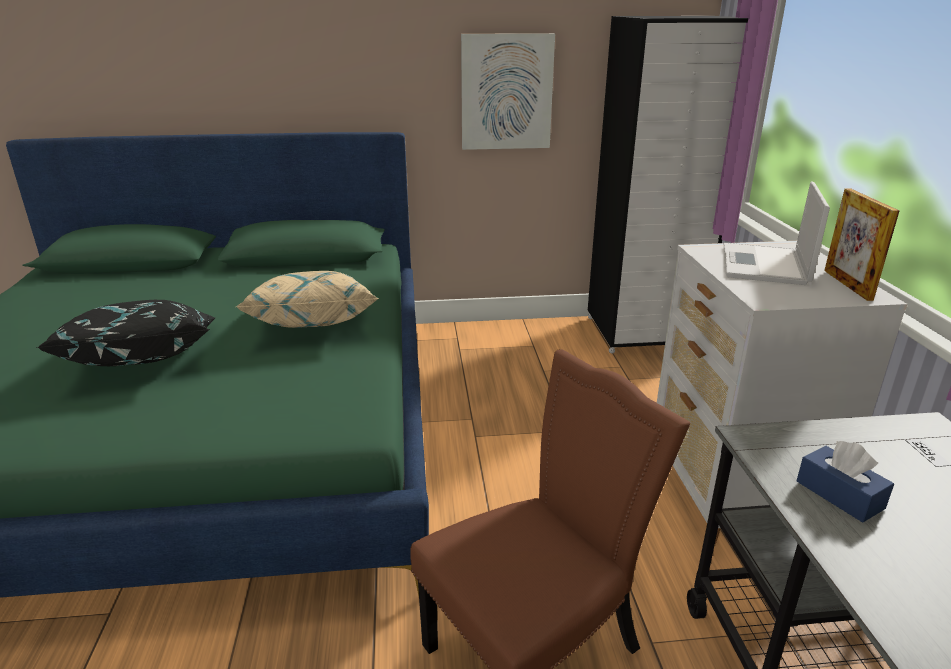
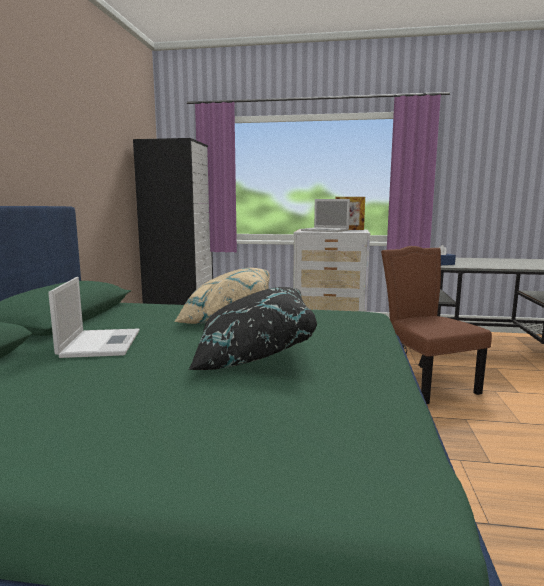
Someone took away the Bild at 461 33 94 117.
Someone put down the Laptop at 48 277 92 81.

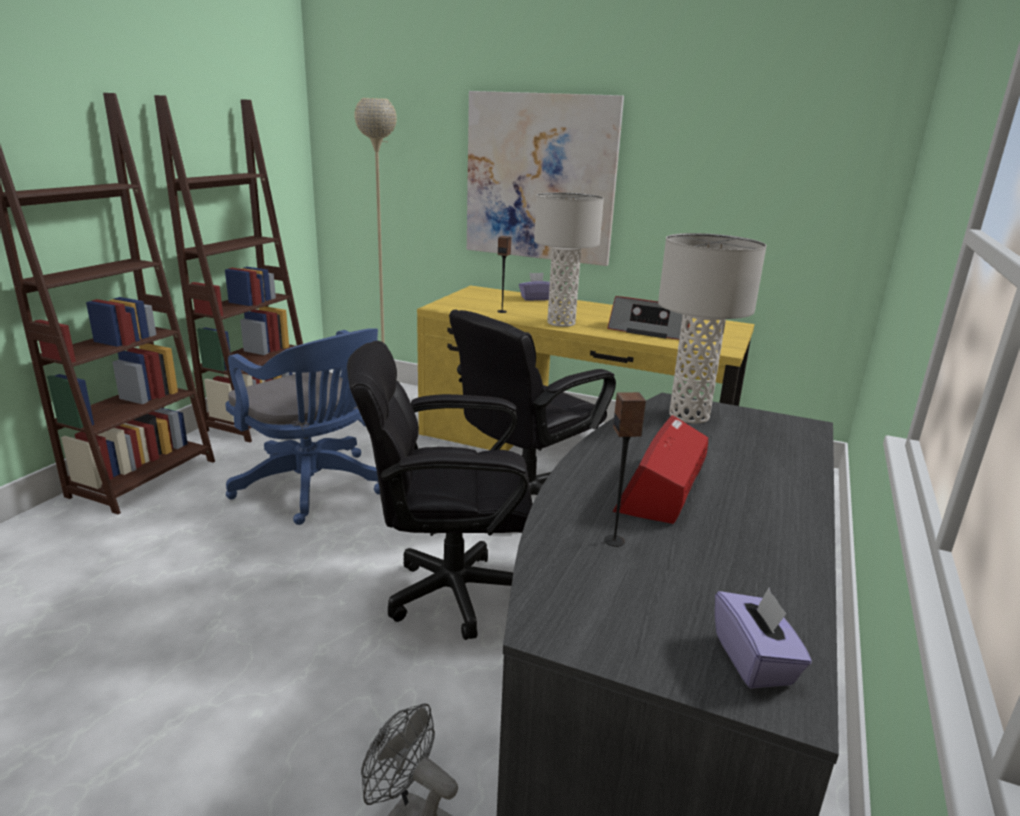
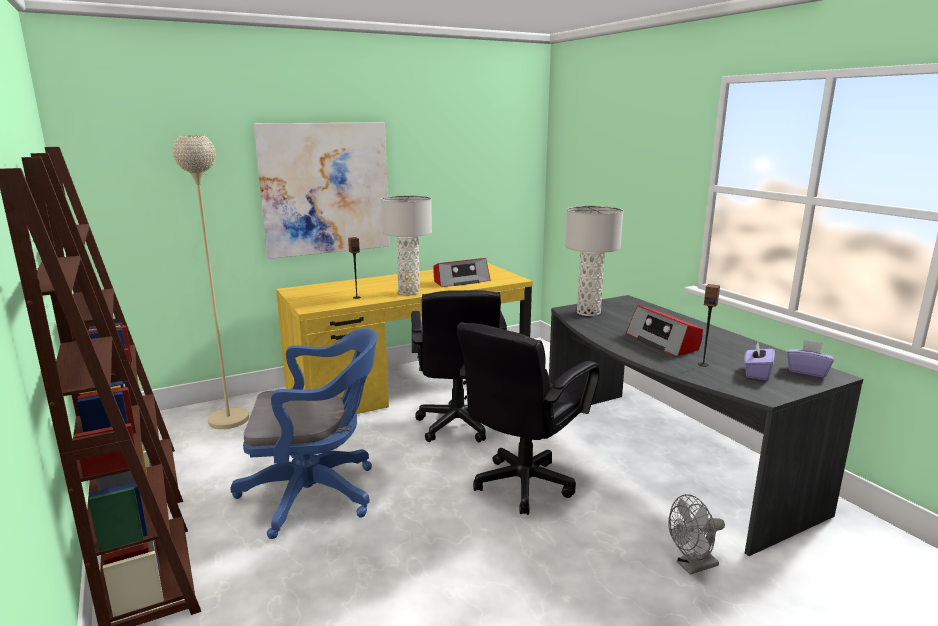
Someone carried the Taschentuchbox [lila] from 519 273 36 28 to 744 342 31 38.

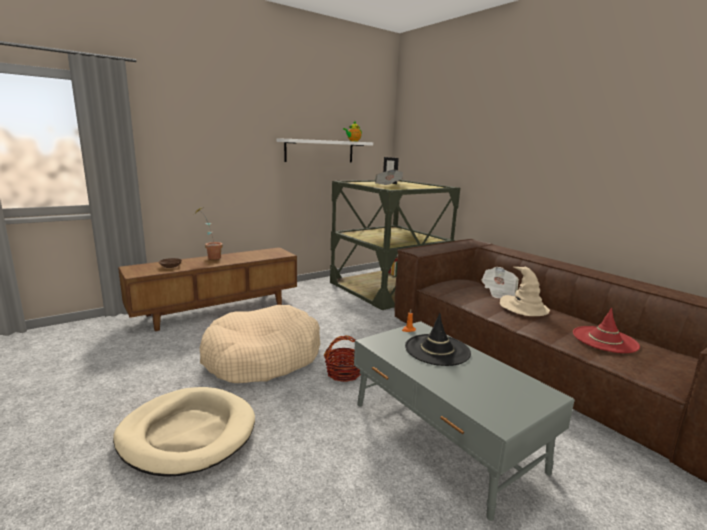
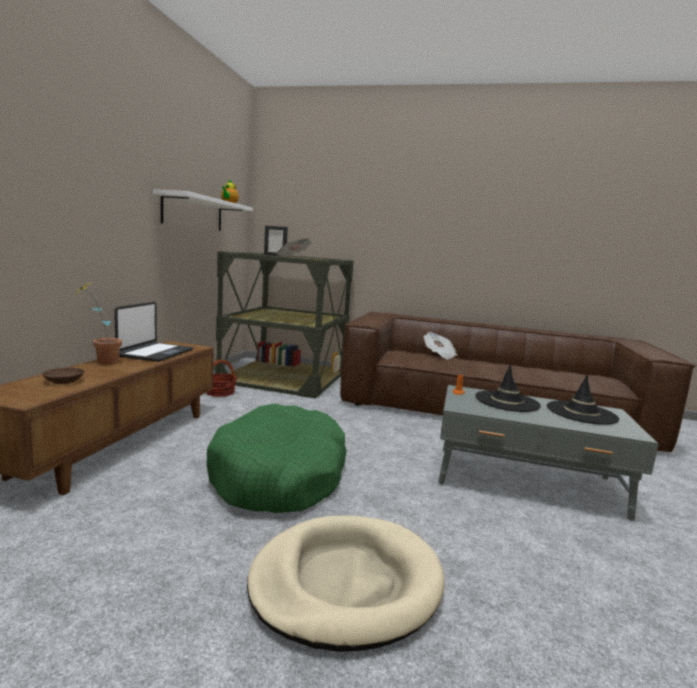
Someone repainted the Hundebett [beige] at 199 305 122 78, which became the Hundebett [grün] at 207 403 140 110.
Someone carried the Korb from 324 336 37 46 to 206 359 31 38.
Someone took away the Hut [beige] at 500 267 50 49.
Someone took away the Hut [rot] at 573 307 67 46.
Someone put down the Laptop at 114 302 79 60.
Someone put down the Hut [schwarz] at 547 374 72 51.

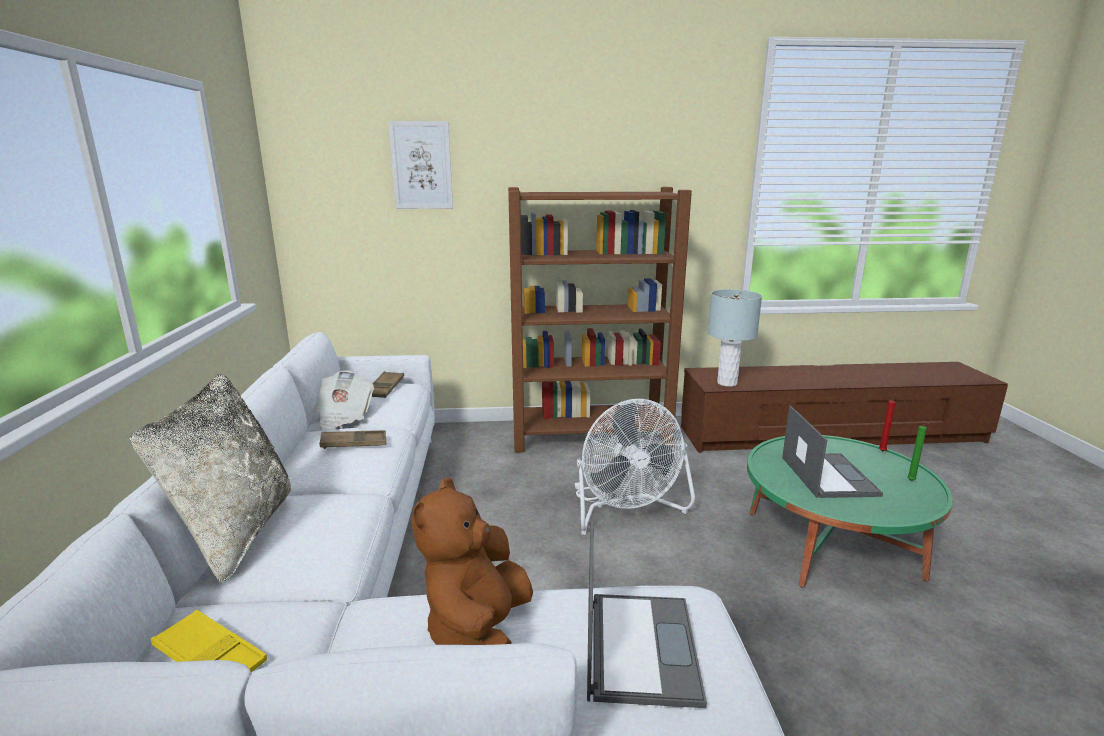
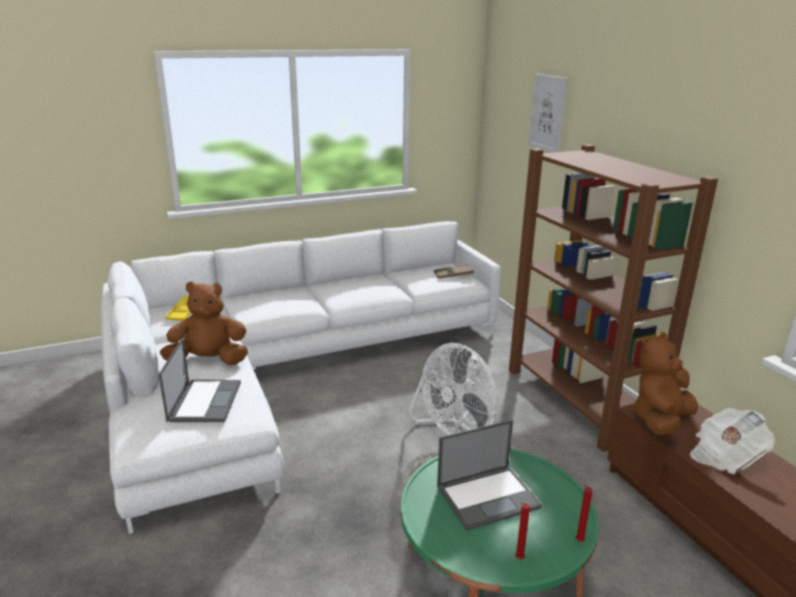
Someone took away the Kissen [beige] at 129 374 162 208.
Someone carried the Zeitung from 312 370 62 59 to 690 408 85 66.
Someone took away the Tablett [braun] at 319 430 67 19.
Someone rotated the Laptop at 587 521 120 187 by 75 degrees counterclockwise.
Someone swapped the Tischlampe [grau] at 708 289 54 98 for the Plüschtier [braun] at 633 332 65 103.
Someone repainted the Kerze [grün] at 907 423 22 58, which became the Kerze [rot] at 515 502 15 57.

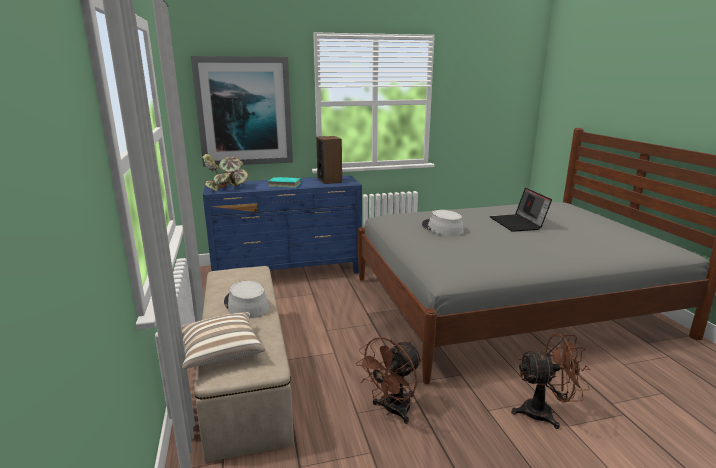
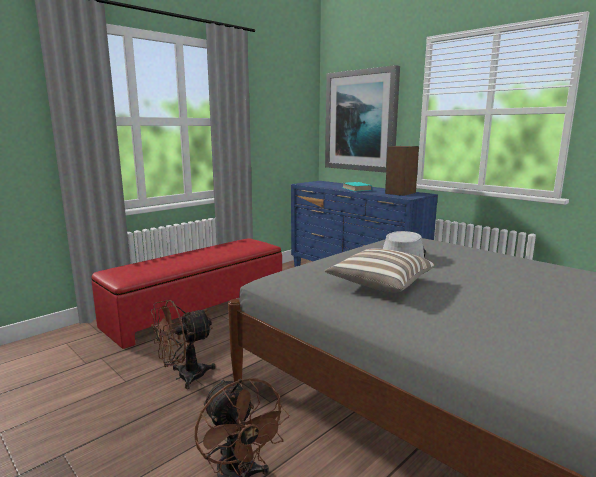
Someone carried the Kissen from 181 312 84 57 to 324 248 110 45.
Someone repainted the Bank [beige] at 194 266 100 196, which became the Bank [rot] at 92 238 190 111.
Someone took away the Topfpflanze at 202 154 47 37.
Someone took away the Hut [grau] at 224 281 45 37.
Someone rotated the Ventilator [braun] at 356 337 66 87 by 45 degrees counterclockwise.
Someone took away the Laptop at 490 188 62 44.

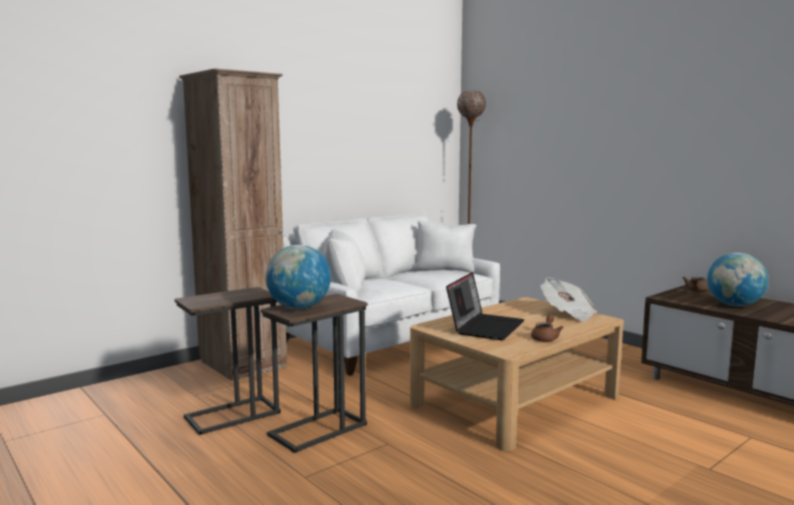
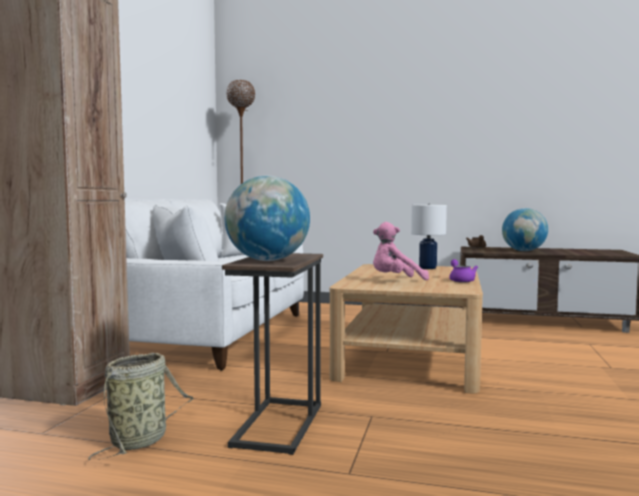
Someone swapped the Beistelltisch [braun] at 175 287 106 148 for the Korb at 88 353 106 107.
Someone swapped the Laptop at 446 272 78 69 for the Plüschtier [rosa] at 373 222 56 58.
Someone repainted the Teekanne [braun] at 531 314 33 28, which became the Teekanne [lila] at 449 259 29 24.
Someone swapped the Zeitung at 541 278 56 44 for the Tischlampe [weiß] at 411 204 36 65.

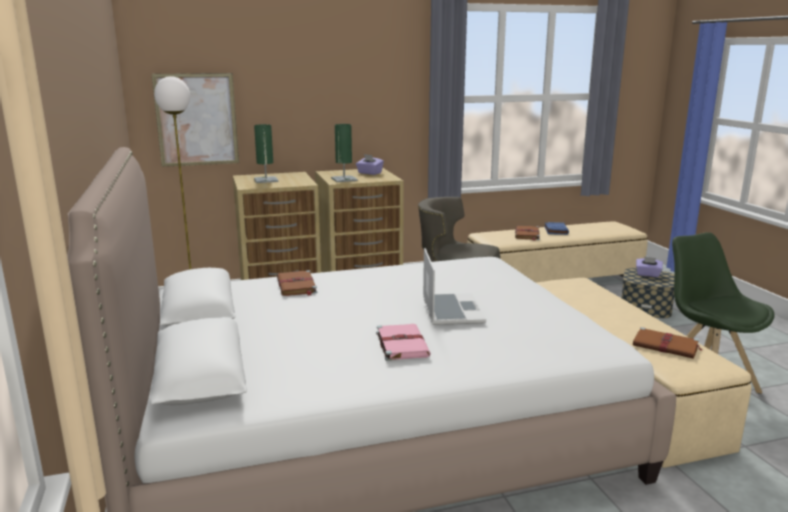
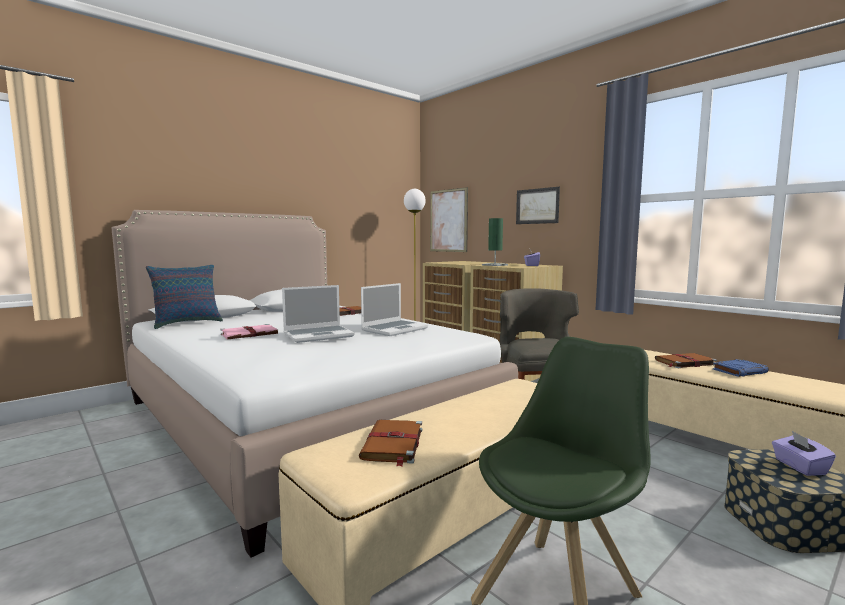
Someone took away the Tischlampe [grün] at 254 124 25 59.
Someone put down the Kissen [blau] at 146 265 77 64.
Someone put down the Laptop at 361 283 67 53.
Someone put up the Bild at 516 187 44 37.

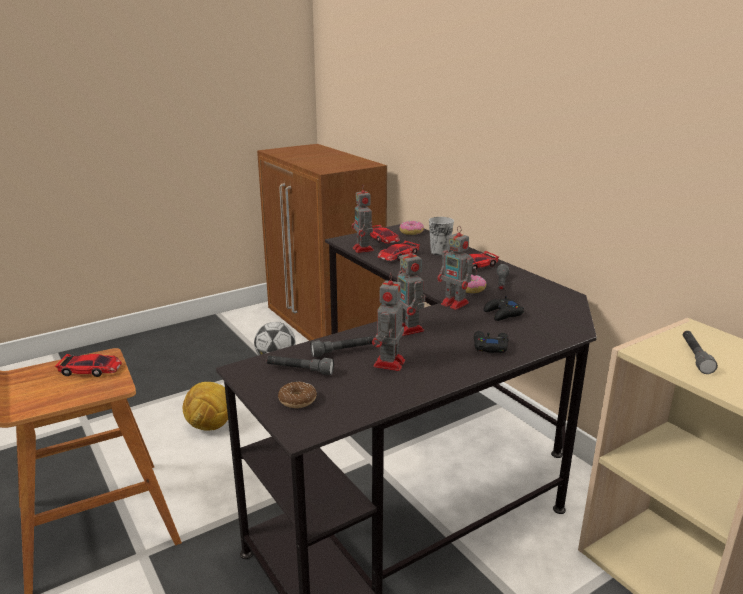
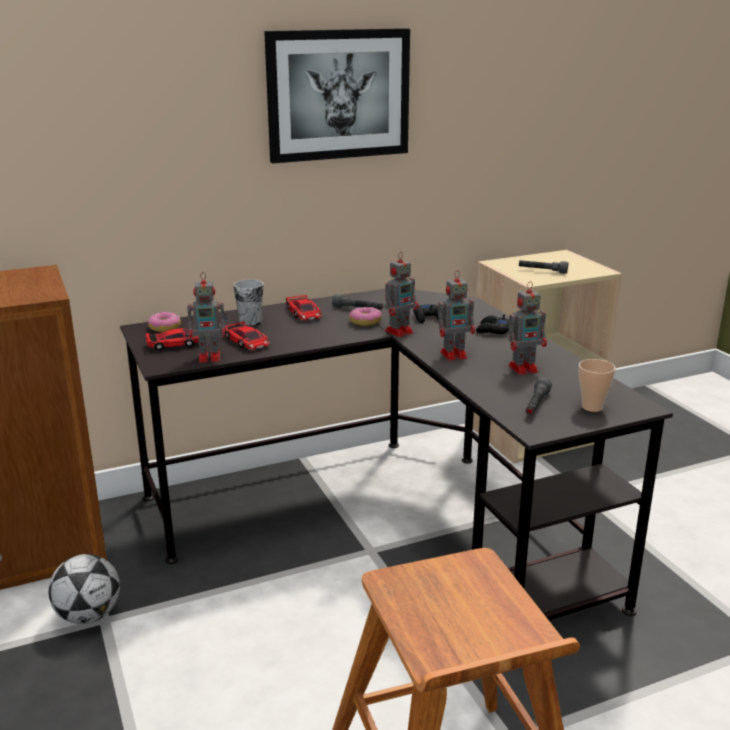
Someone took away the Spielzeugauto at 55 354 67 23.
Someone took away the Fußball at 183 382 45 49.
Someone swapped the Donut at 278 382 39 26 for the Tasse at 579 359 37 53.
Someone took away the Taschenlampe [grau] at 310 336 64 21.
Someone rotated the Spielzeugroboter at 372 272 33 99 by 45 degrees counterclockwise.
Someone put up the Bild at 264 28 146 135.

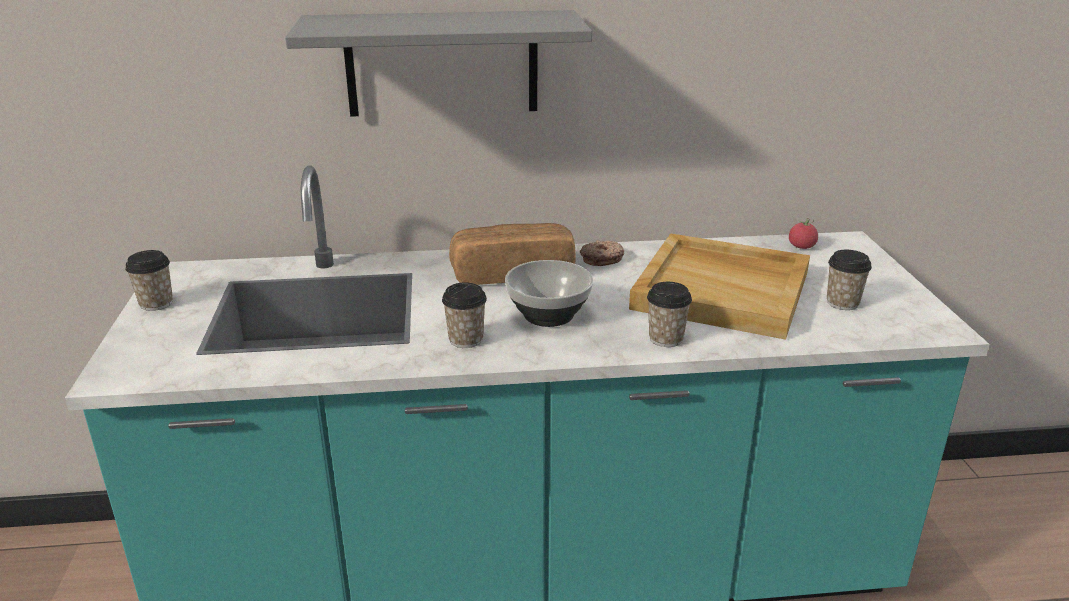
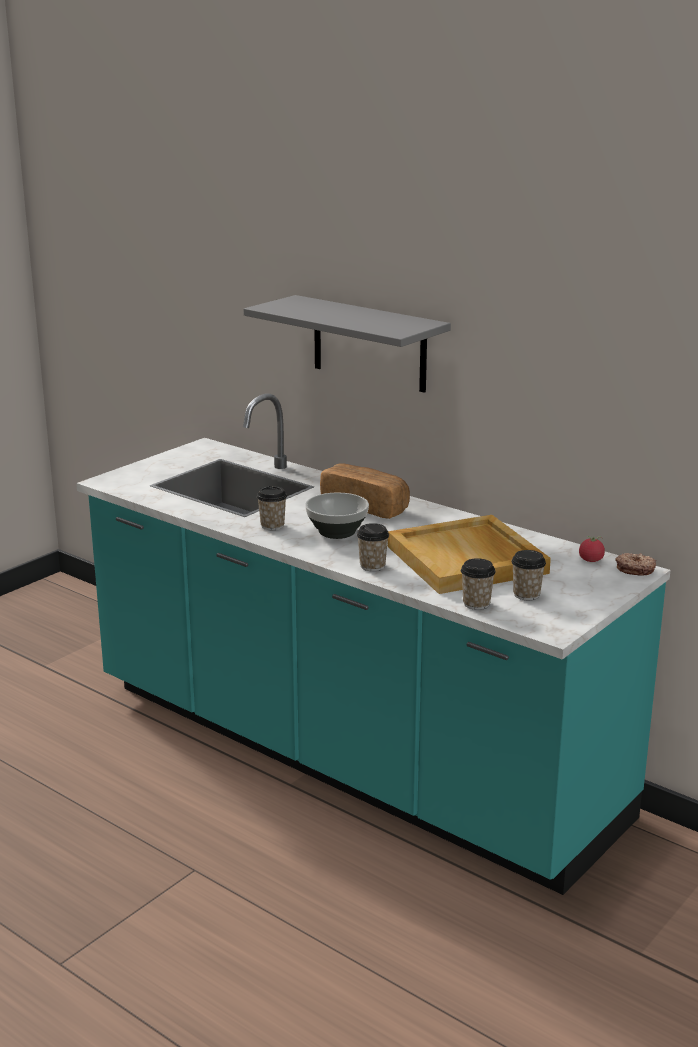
Someone carried the Tasse from 125 250 48 61 to 461 558 35 52.
Someone carried the Donut from 580 240 44 26 to 615 553 41 23.

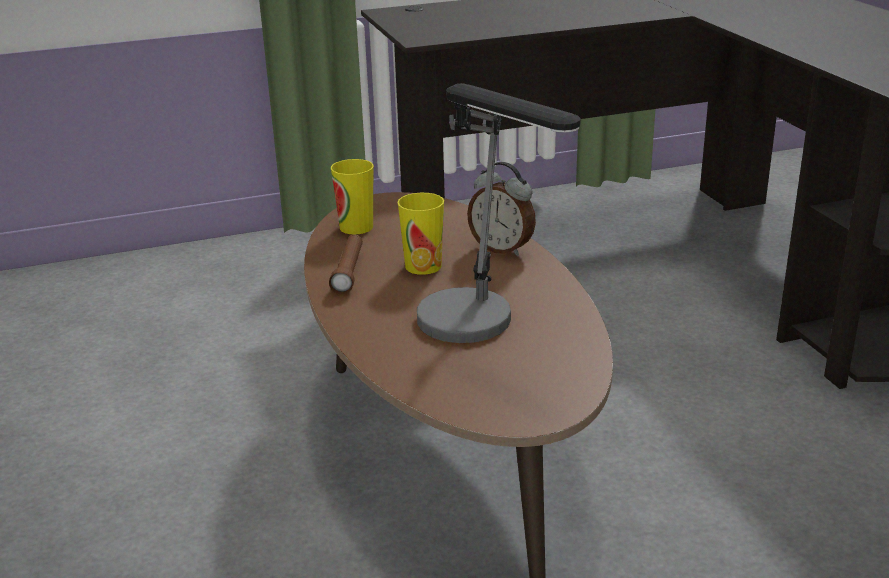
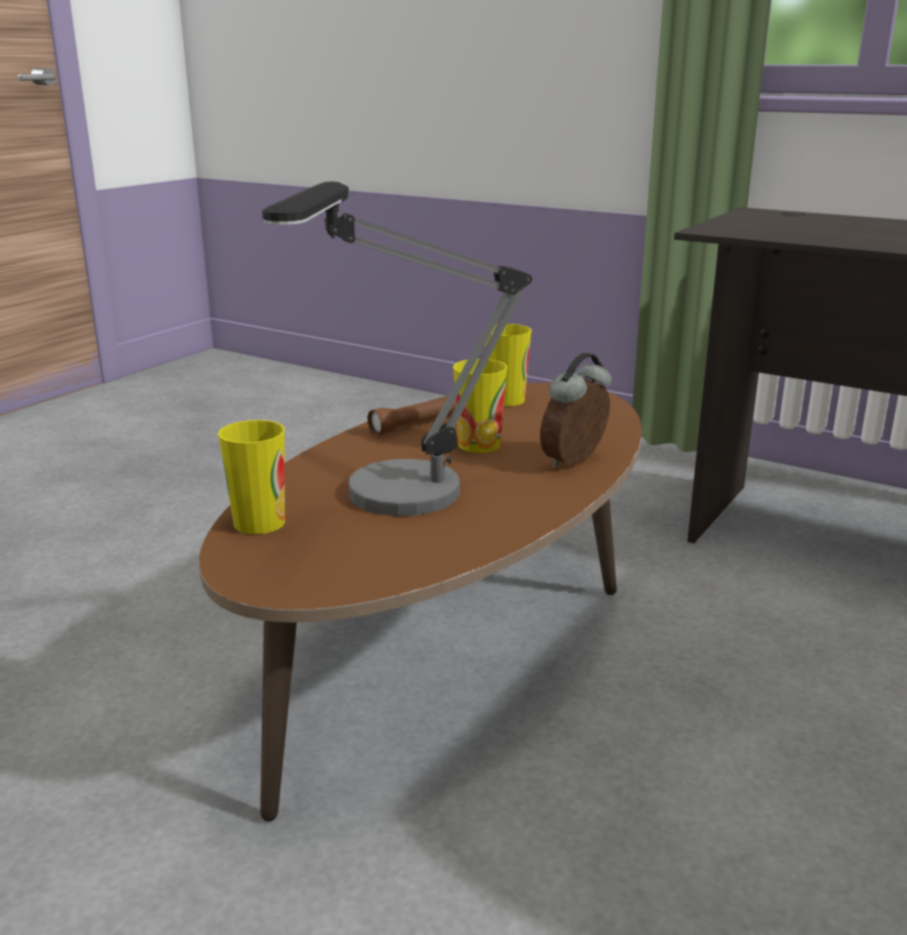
Someone rotated the Wecker at 467 162 69 94 by 45 degrees clockwise.
Someone put down the Tasse at 218 420 67 114.

